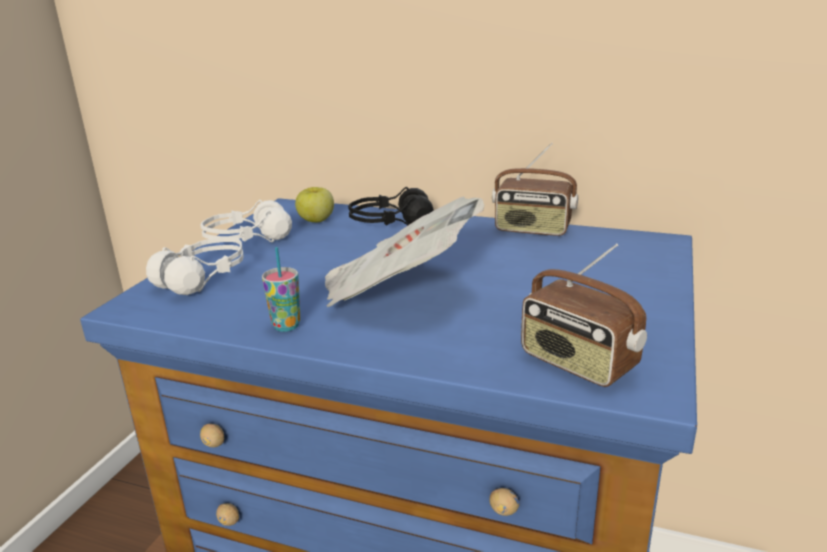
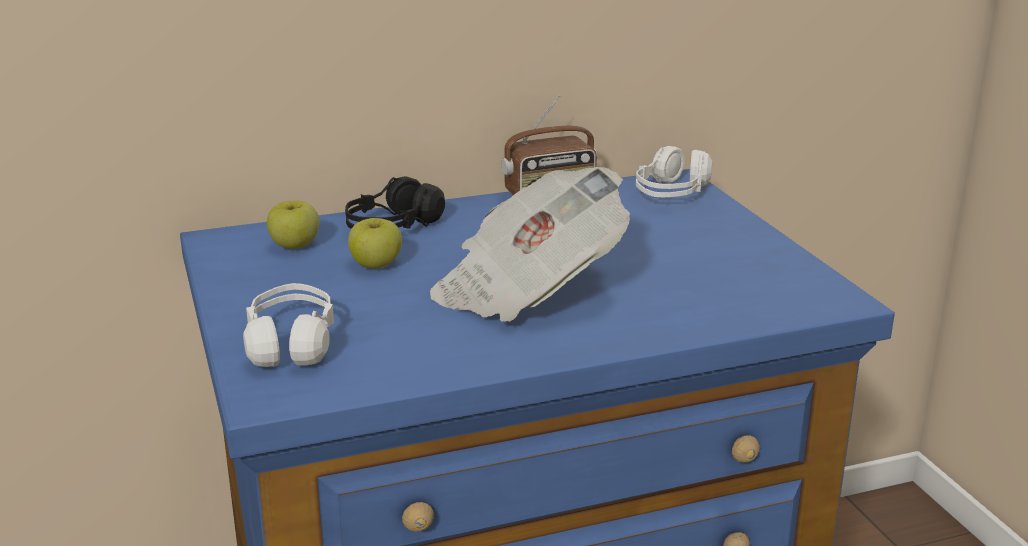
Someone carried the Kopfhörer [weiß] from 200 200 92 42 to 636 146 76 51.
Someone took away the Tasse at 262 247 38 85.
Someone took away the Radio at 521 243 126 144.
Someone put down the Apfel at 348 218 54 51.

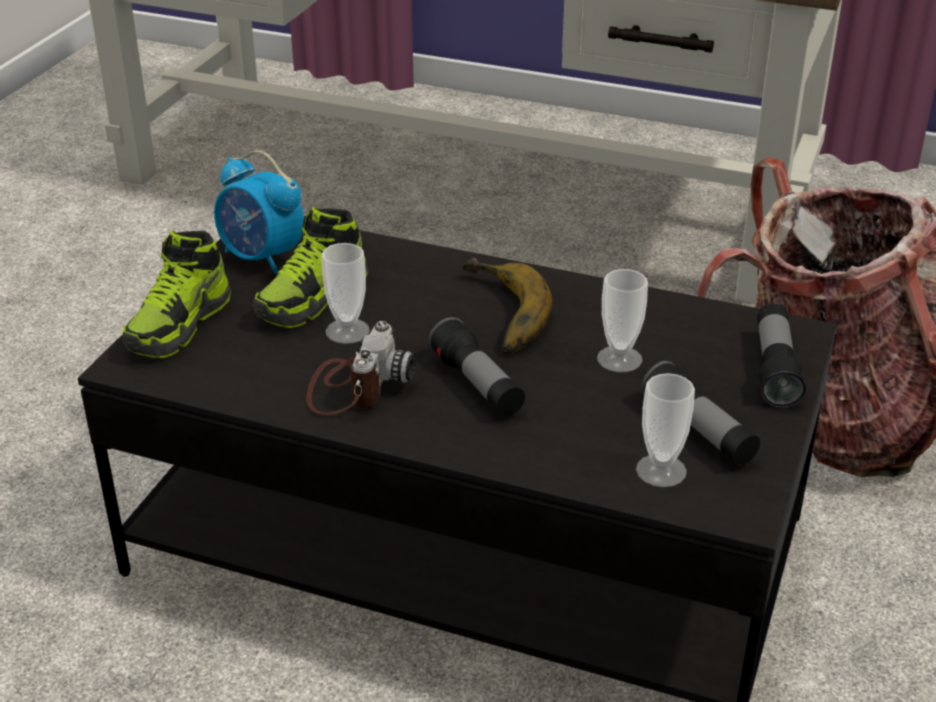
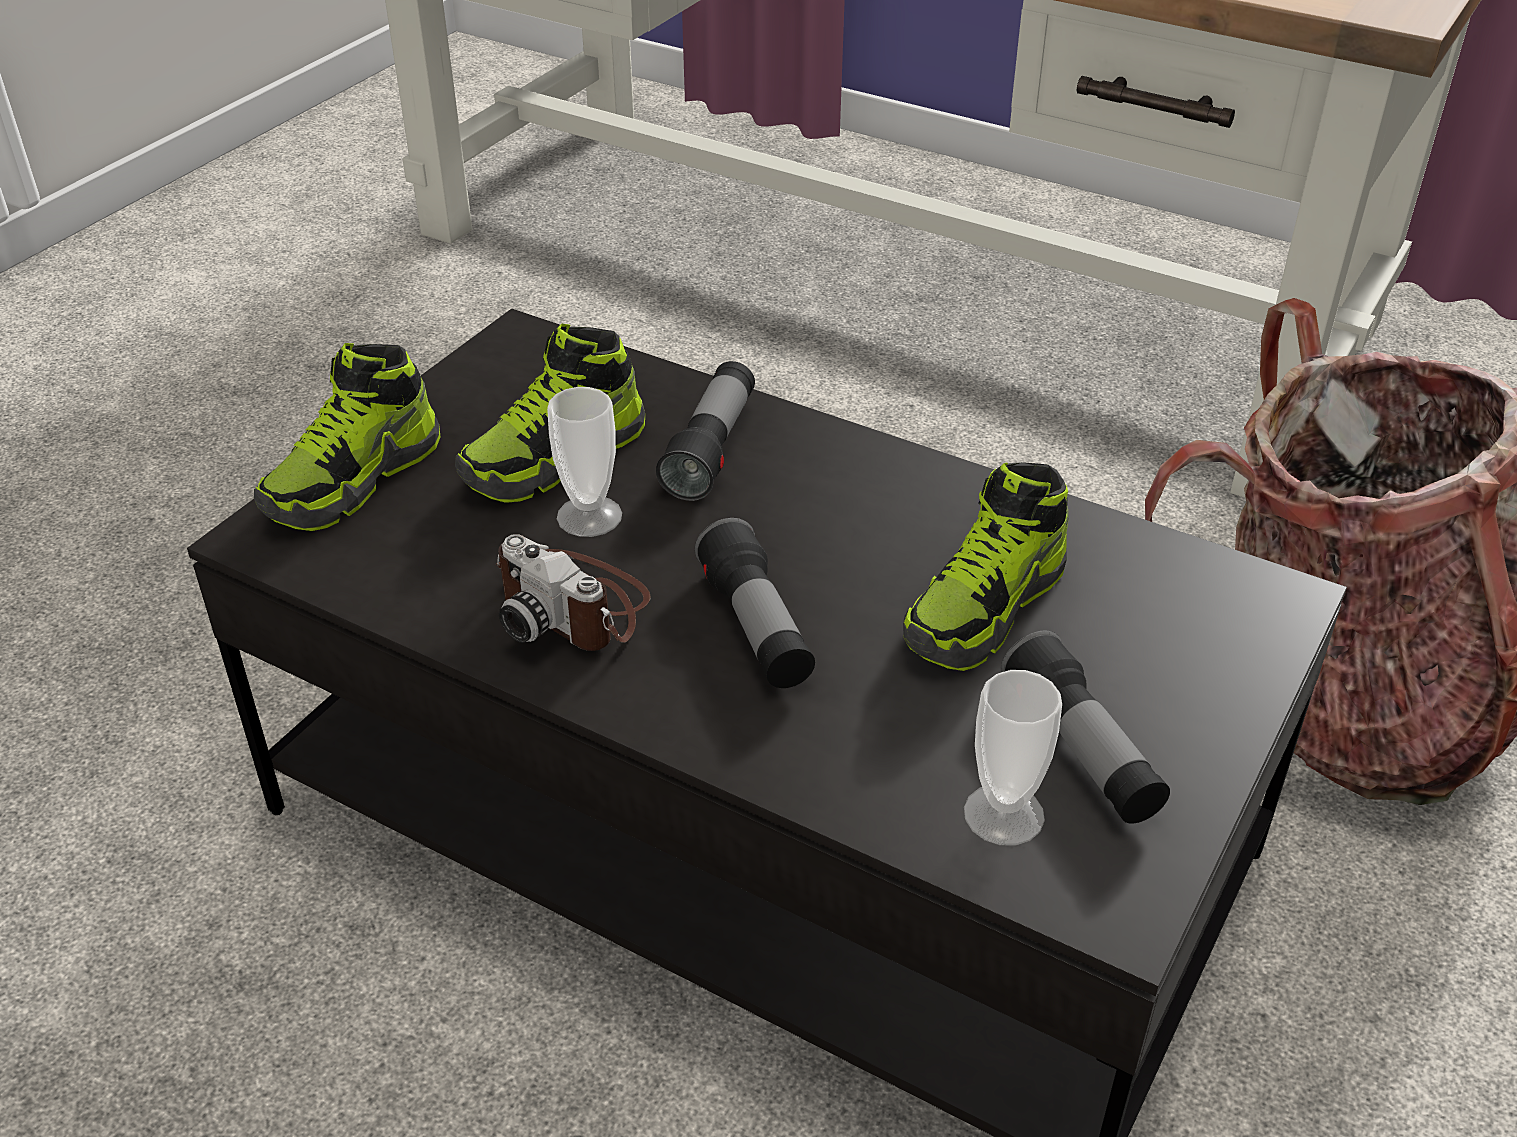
Someone took away the Wecker at 214 150 90 124.
Someone rotated the Kamera at 306 321 110 94 by 105 degrees clockwise.
Someone took away the Banane at 462 258 91 97.
Someone swapped the Tasse at 597 269 51 103 for the Schuh at 903 462 166 209.
Someone carried the Taschenlampe from 757 304 49 104 to 656 361 99 140.

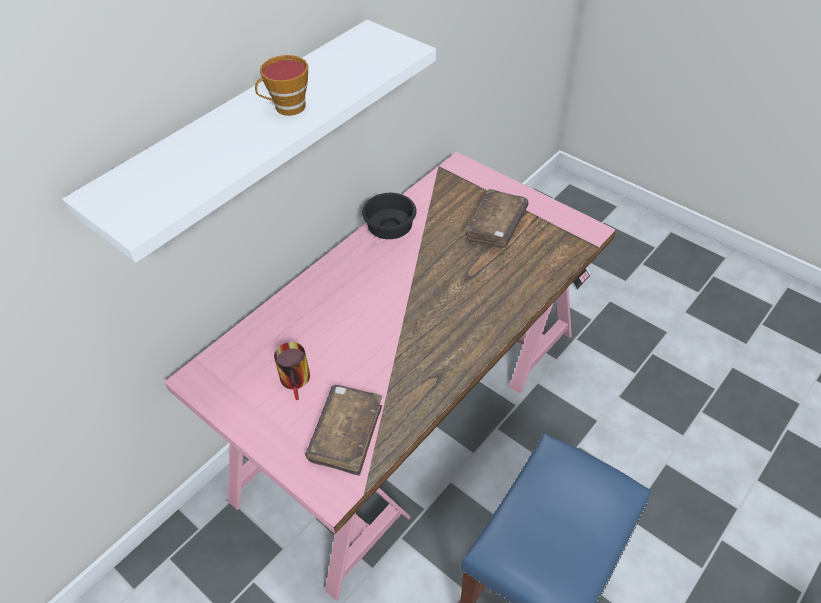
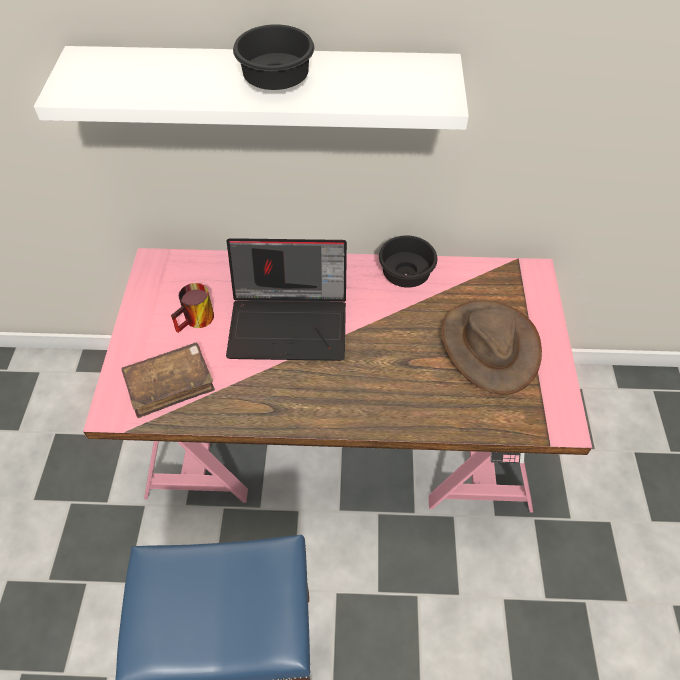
Someone swapped the Tasse at 255 55 53 61 for the Schüssel [schwarz] at 233 24 81 66.
Someone swapped the Buch [braun] at 465 189 64 59 for the Hut [braun] at 441 300 101 95.
Someone put down the Laptop at 226 238 121 123.

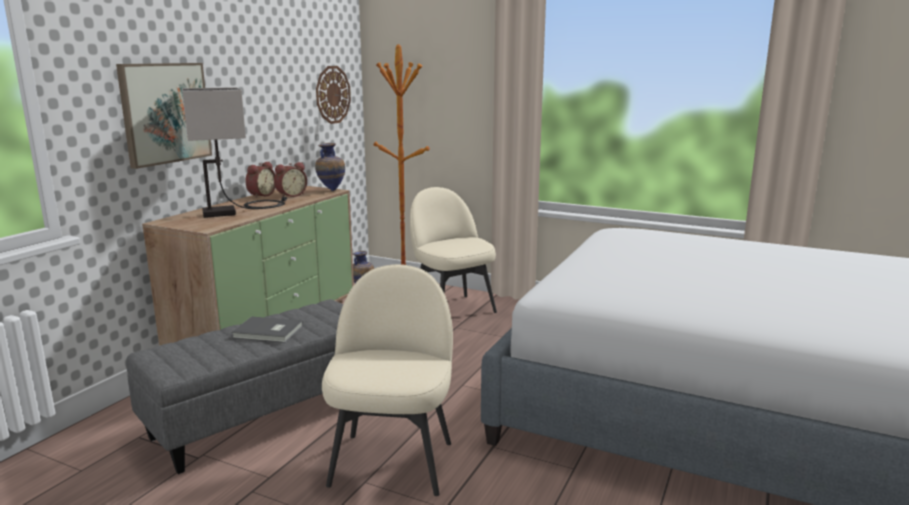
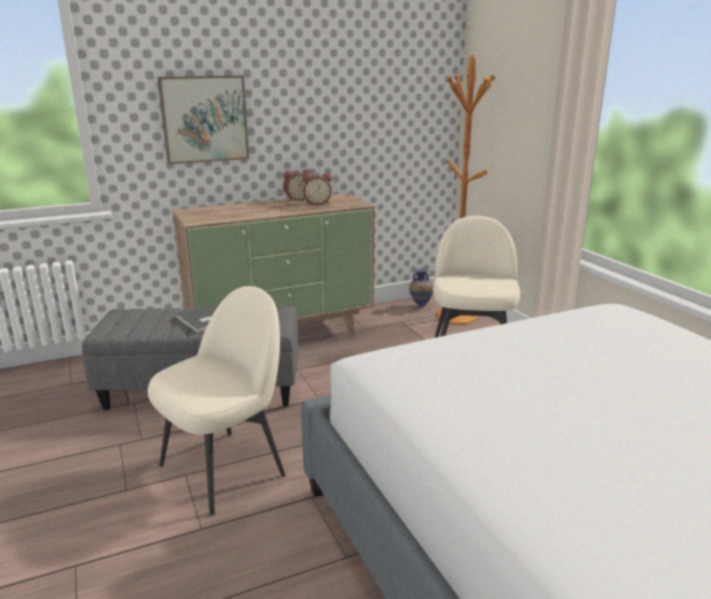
Someone took away the Tischlampe at 182 87 105 131.
Someone took away the Vase at 315 143 30 48.
Someone took away the Wanduhr at 316 66 35 58.

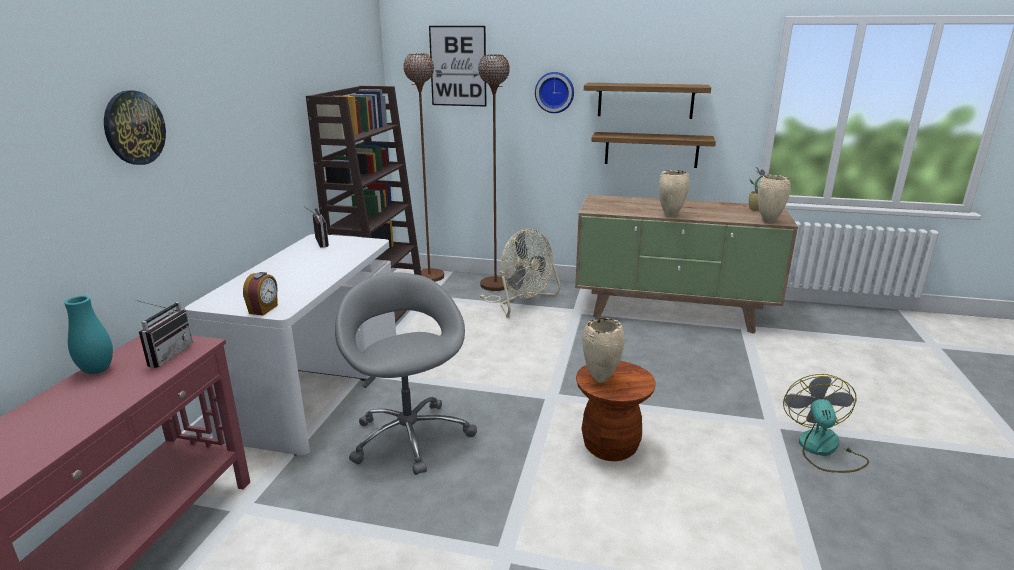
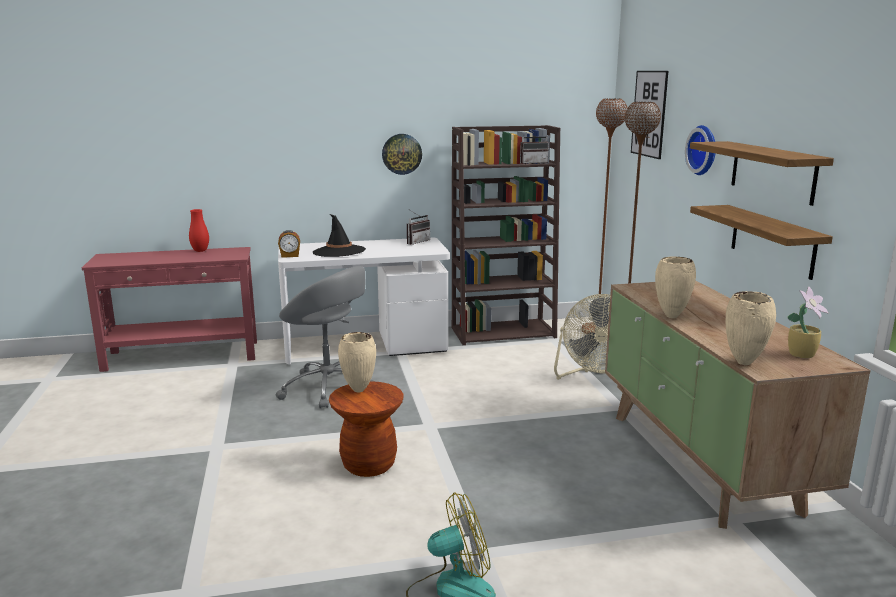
Someone repainted the Vase [türkis] at 64 296 49 78, which became the Vase [rot] at 189 209 20 43.
Someone carried the Wanduhr from 104 90 62 75 to 382 134 40 41.
Someone carried the Radio from 135 300 58 68 to 520 129 29 35.
Someone rotated the Bürostuhl [grau] at 335 272 142 203 by 90 degrees clockwise.
Someone put down the Hut [schwarz] at 313 214 53 43.

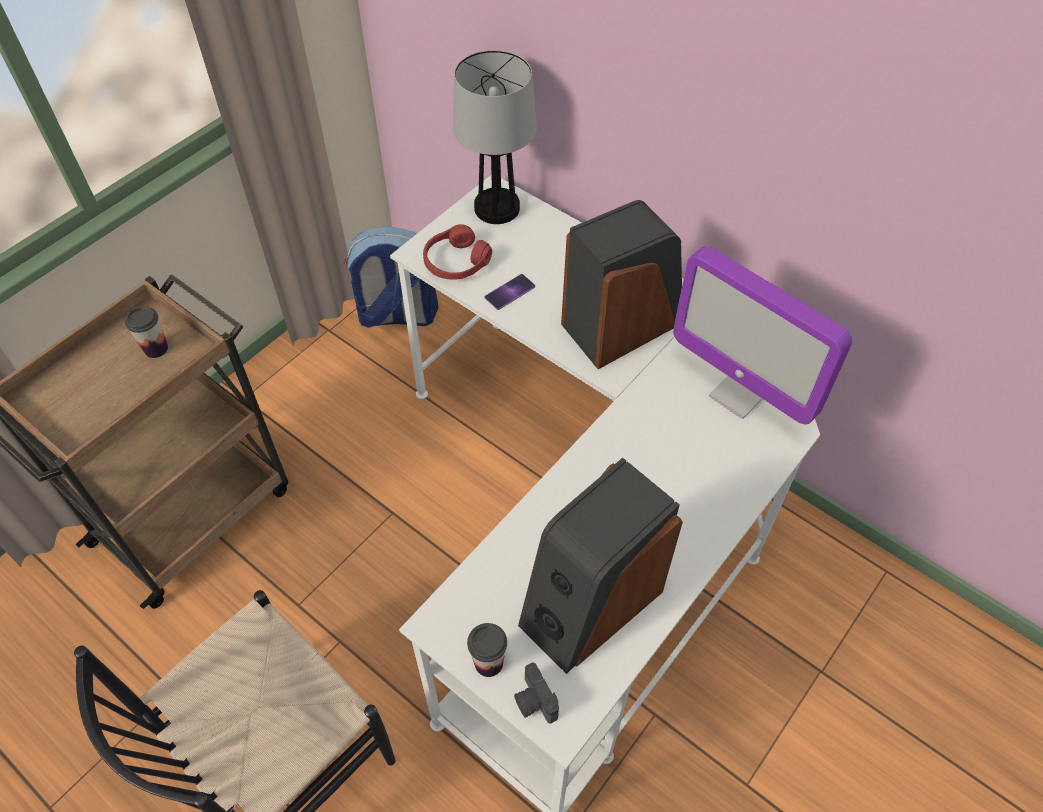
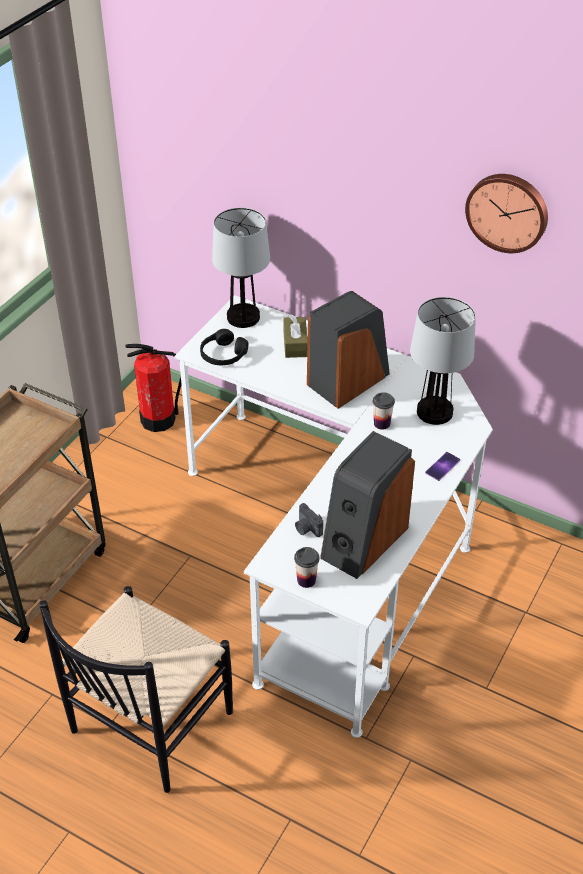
Someone carried the Tasse from 125 306 43 52 to 373 392 22 38.
Someone swapped the Rucksack at 343 226 96 102 for the Feuerlöscher at 125 344 57 88.
Someone repainted the Kopfhörer [rot] at 423 224 69 56, which became the Kopfhörer [schwarz] at 200 329 48 36.
Someone carried the Handy from 485 274 50 36 to 425 452 35 29.
Someone carried the Kamera from 514 662 45 61 to 295 503 28 34.
Someone swapped the Monitor at 673 246 179 178 for the Tischlampe at 410 297 66 128.
Someone put down the Taschentuchbox [braun] at 283 315 25 43.
Someone put up the Wanduhr at 465 174 83 79.

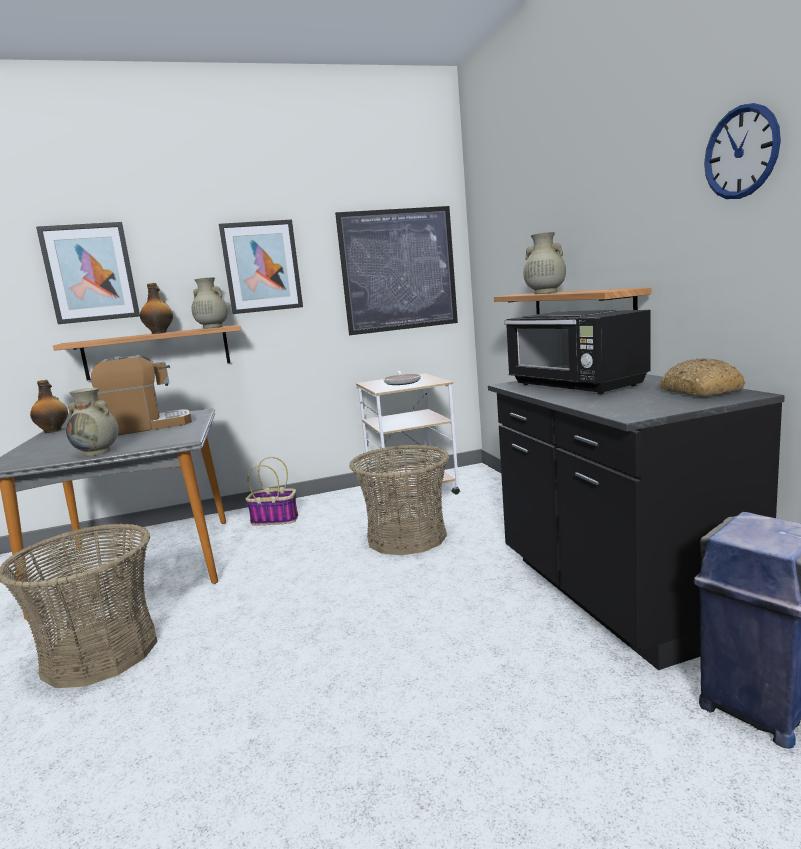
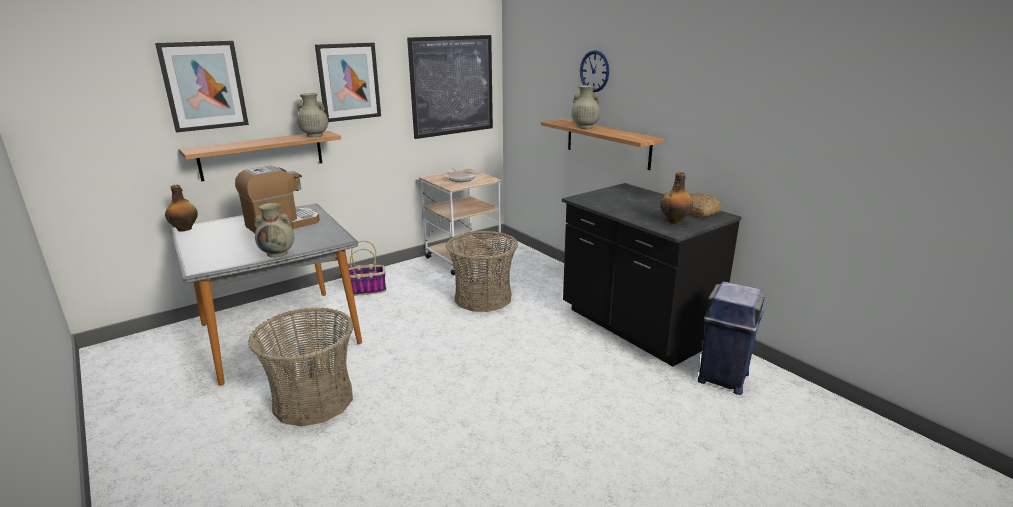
Someone carried the Flasche from 140 283 33 51 to 661 172 32 52.
Someone took away the Mikrowelle [schwarz] at 504 310 146 85.
Someone carried the Wanduhr from 704 103 77 96 to 580 50 29 42.

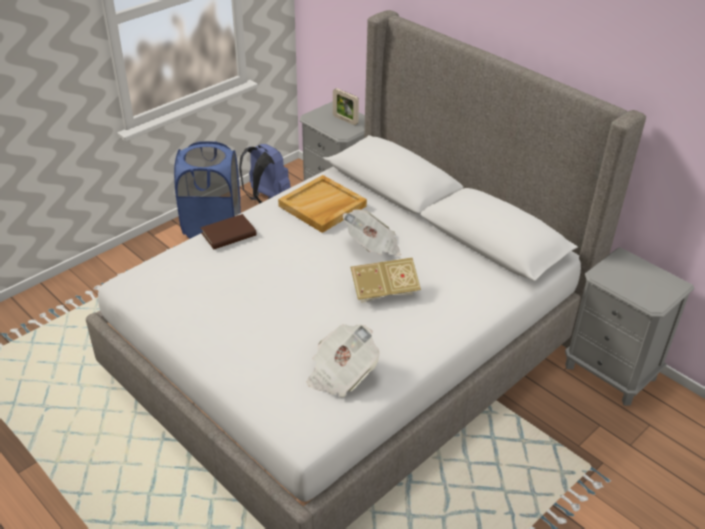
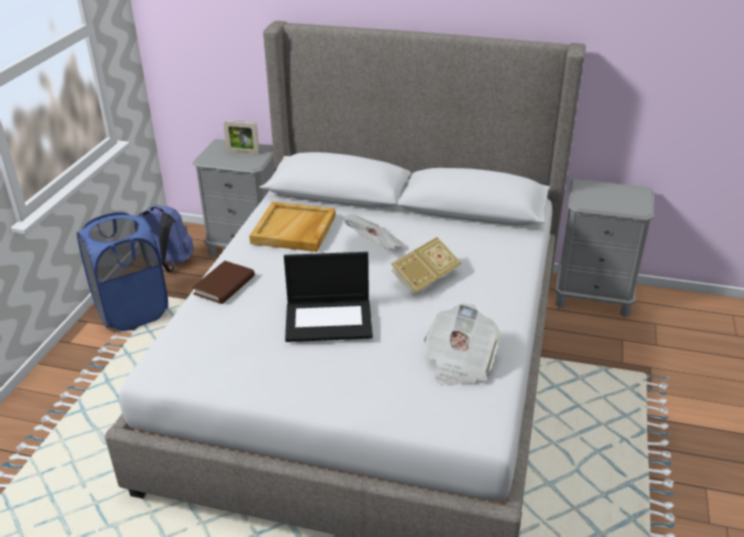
Someone put down the Laptop at 284 252 89 90.

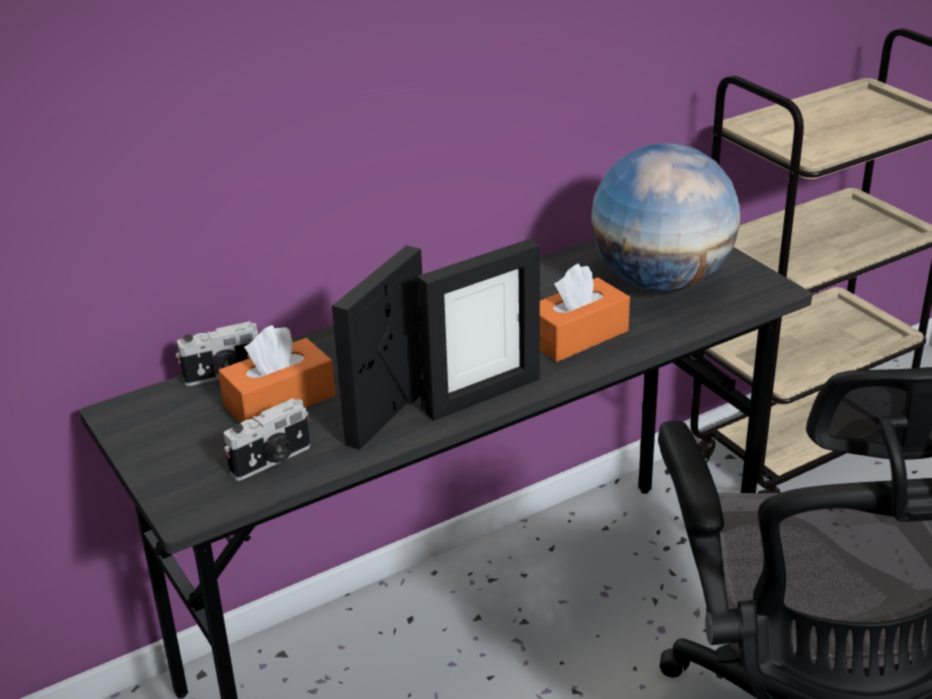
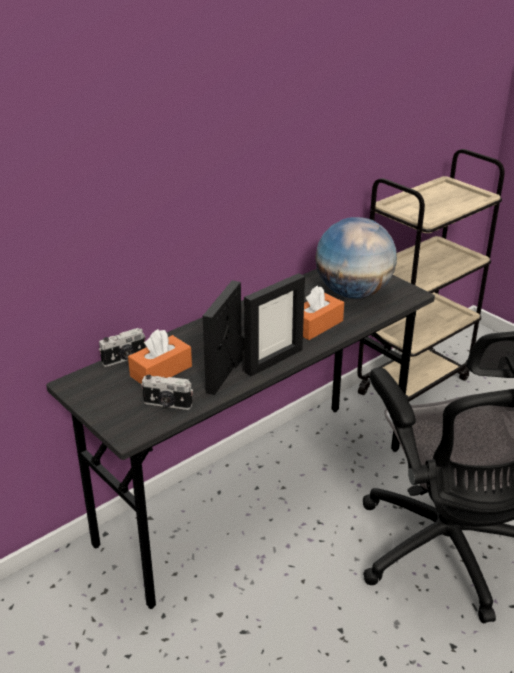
Someone rotated the Kamera at 224 398 86 83 by 60 degrees clockwise.

